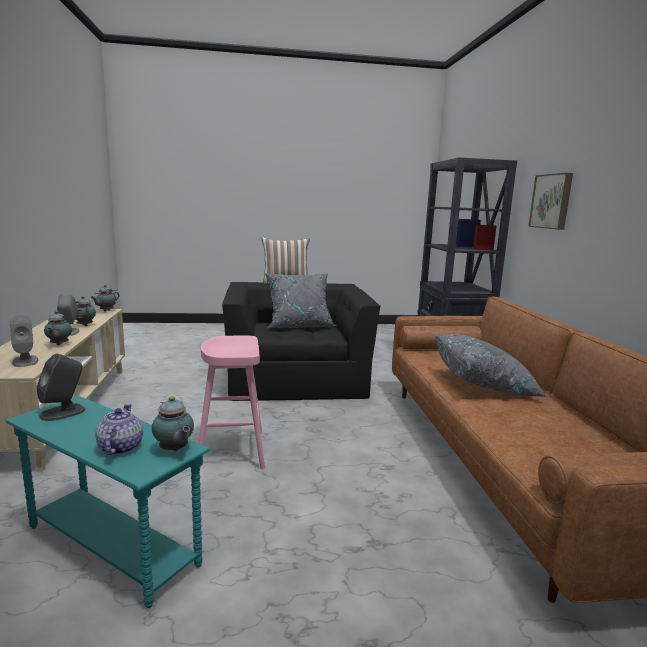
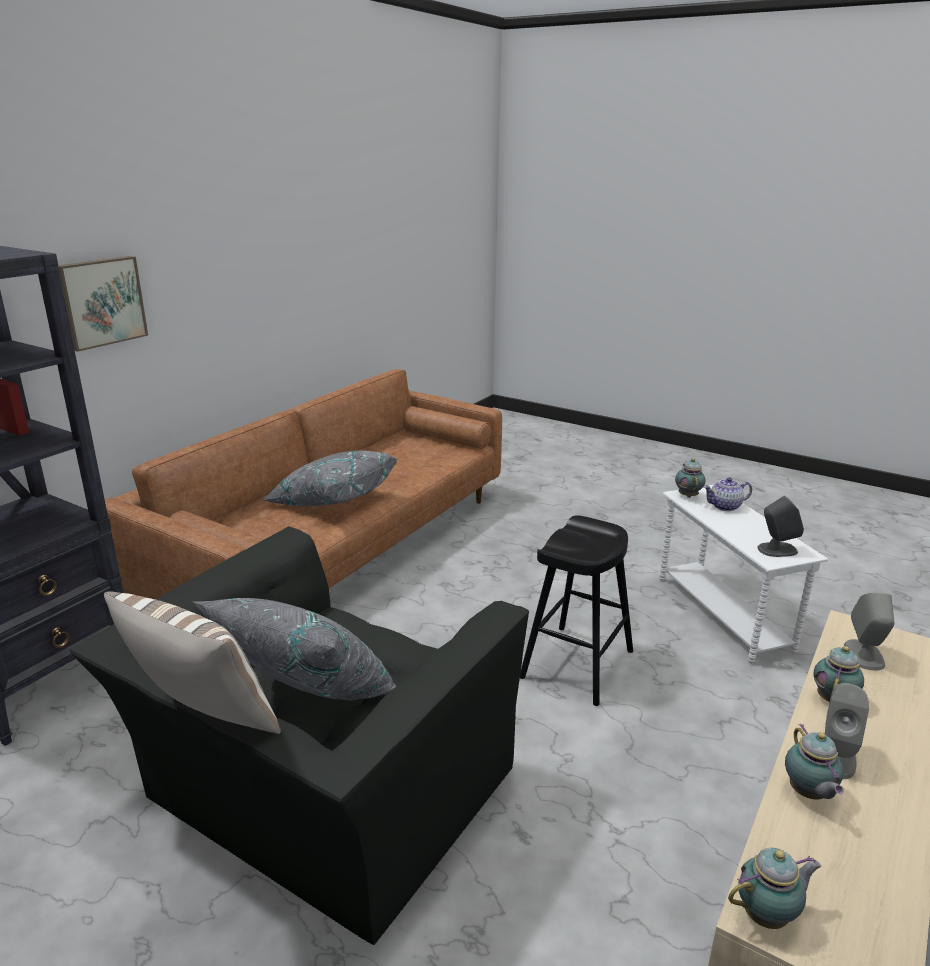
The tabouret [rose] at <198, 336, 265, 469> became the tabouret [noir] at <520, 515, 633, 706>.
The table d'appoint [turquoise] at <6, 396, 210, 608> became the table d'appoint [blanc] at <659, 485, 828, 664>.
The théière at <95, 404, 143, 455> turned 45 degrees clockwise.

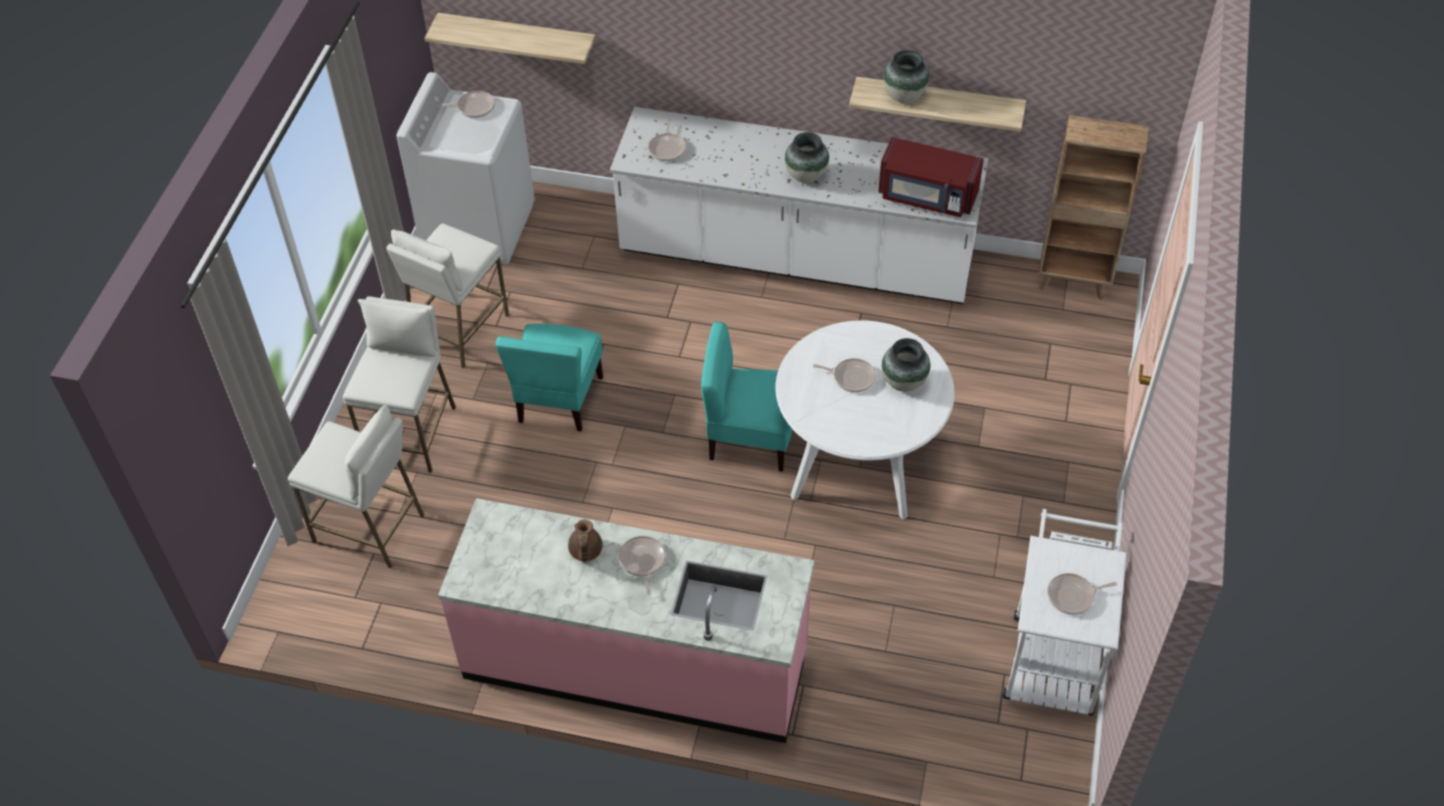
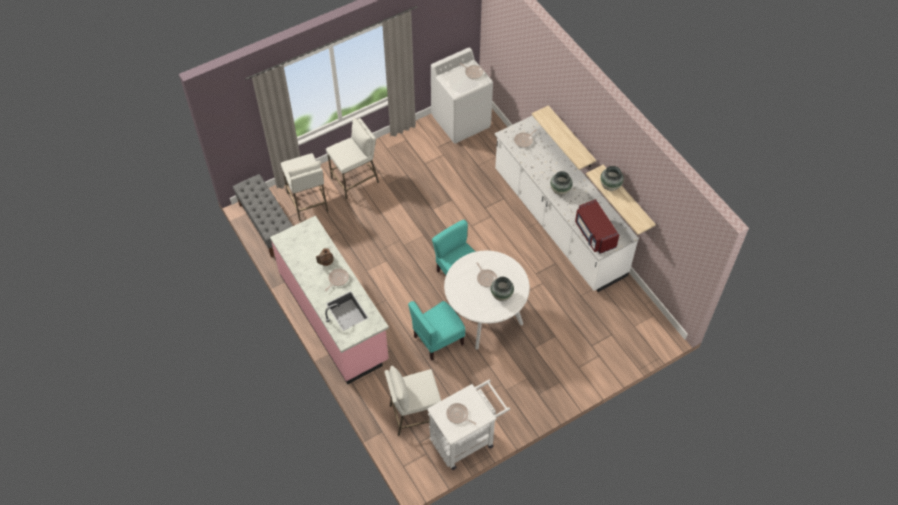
The banc [gris] at <233, 174, 293, 258> appeared.
The tabouret [blanc] moved from <386, 223, 509, 369> to <384, 366, 441, 436>.
The chaise [turquoise] moved from <496, 324, 603, 431> to <408, 301, 465, 361>.
The étagère moved from <425, 13, 596, 64> to <532, 105, 596, 170>.
The bibliothèque [marron] at <1039, 115, 1149, 300> disappeared.

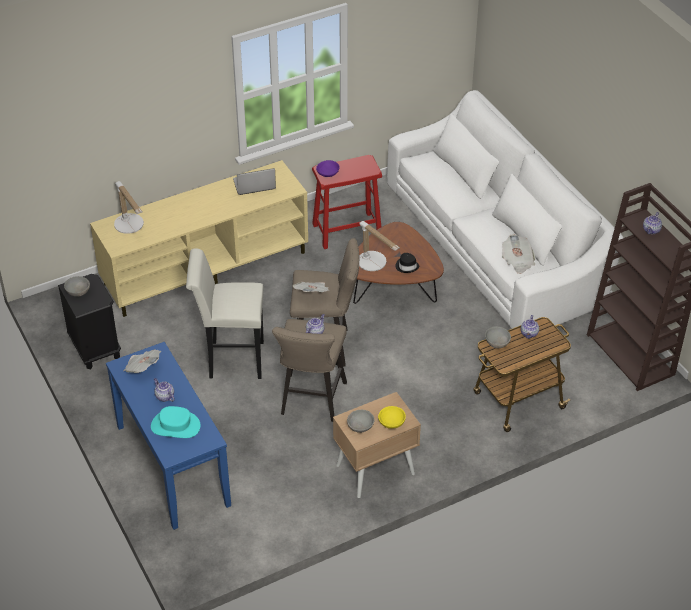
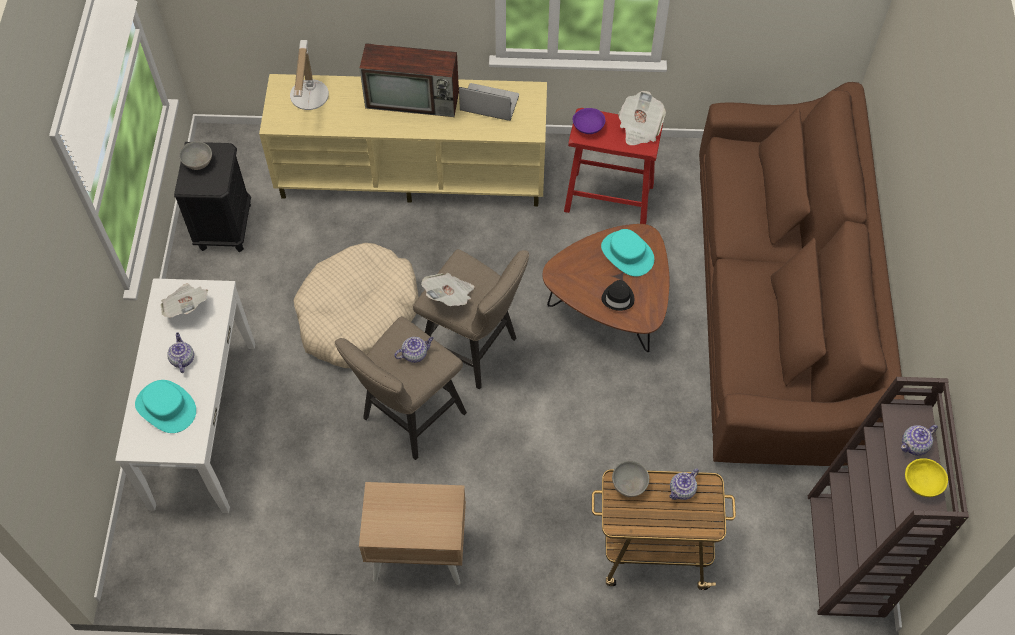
The table console [bleu] at <106, 342, 231, 530> became the table console [blanc] at <115, 278, 255, 513>.
The tabouret [blanc] at <186, 248, 264, 379> was replaced by the panier pour chien [beige] at <294, 243, 419, 368>.
The téléviseur at <359, 43, 459, 117> appeared.
The chapeau [turquoise] at <601, 229, 654, 277> appeared.
The journal moved from <502, 234, 535, 274> to <618, 91, 666, 145>.
The canapé [blanc] at <387, 90, 624, 329> became the canapé [marron] at <699, 82, 905, 466>.
The bol [jaune] moved from <378, 406, 406, 429> to <905, 458, 948, 497>.
The bol [gris] at <347, 410, 374, 433> disappeared.
The lampe de table at <359, 221, 400, 271> disappeared.

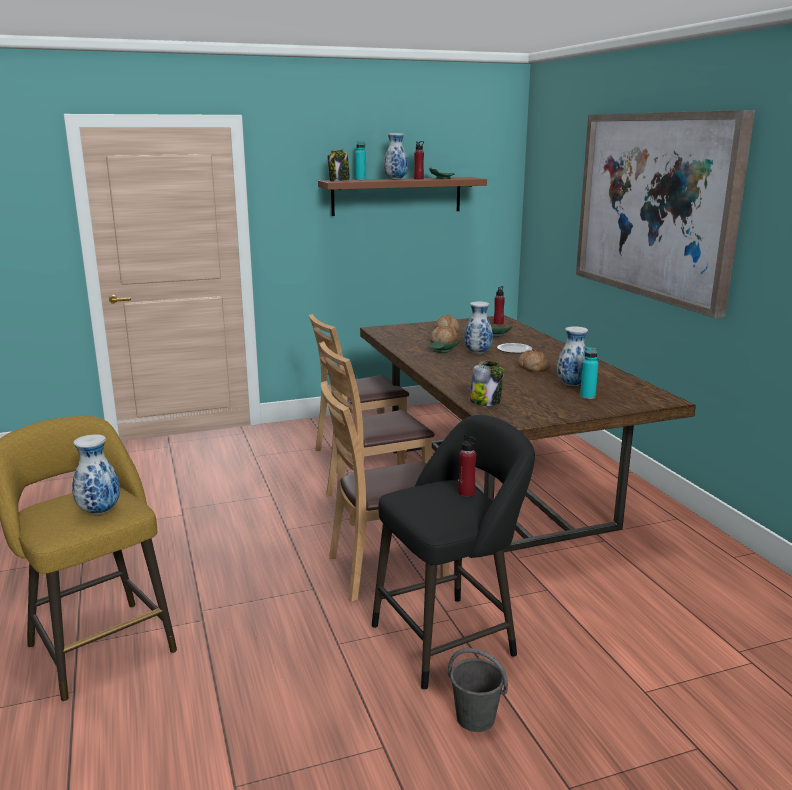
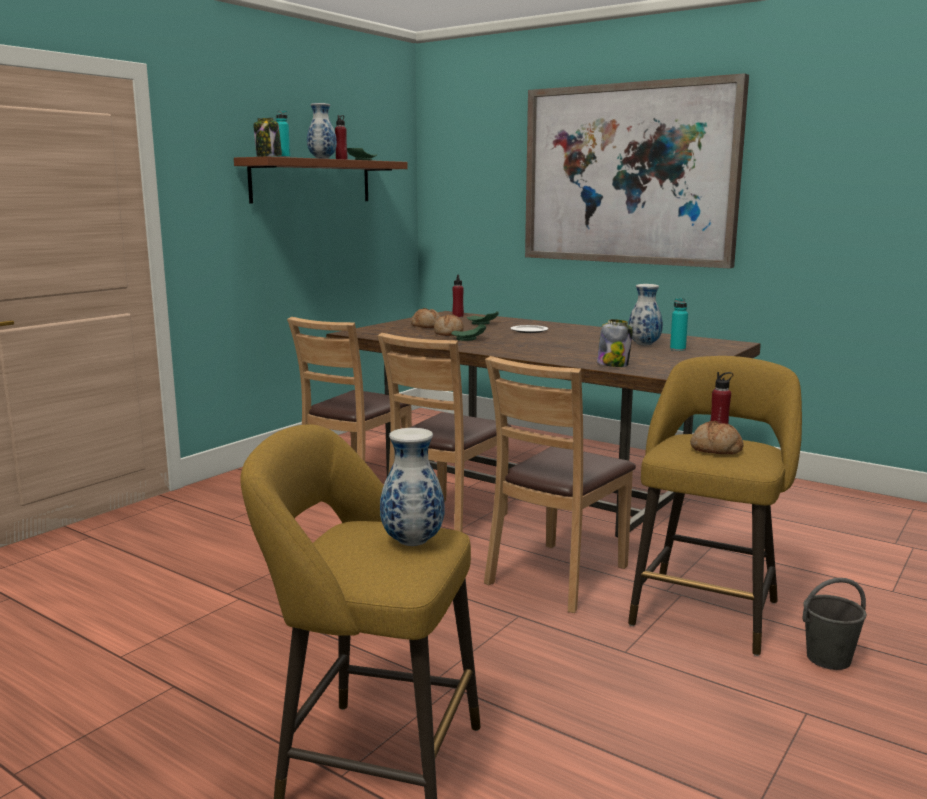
The tabouret [noir] at <372, 415, 535, 690> became the tabouret [jaune] at <628, 356, 802, 656>.
The pain moved from <518, 350, 549, 372> to <690, 421, 744, 454>.
The vase at <464, 301, 493, 354> disappeared.

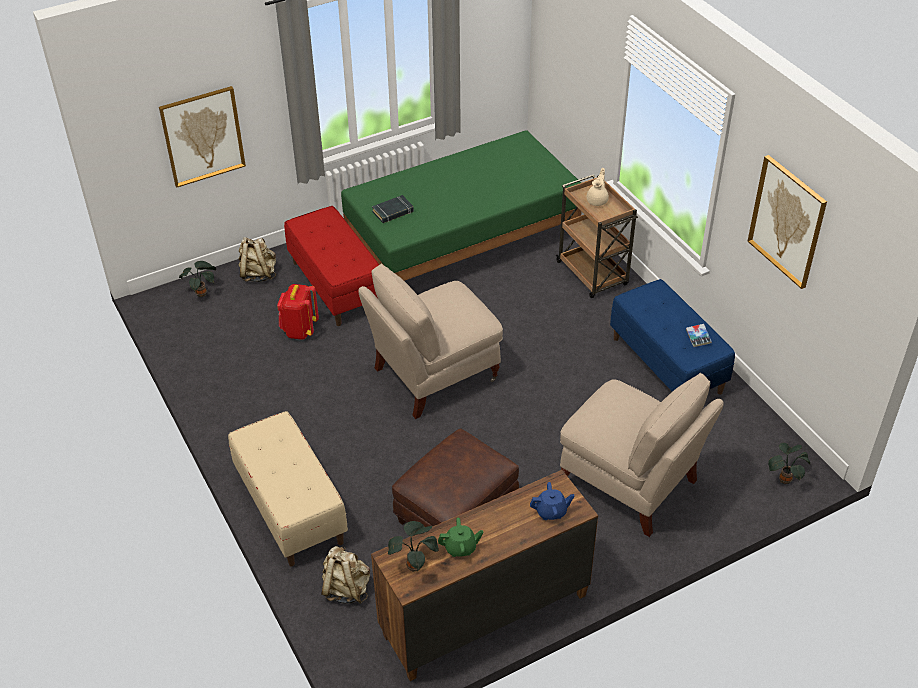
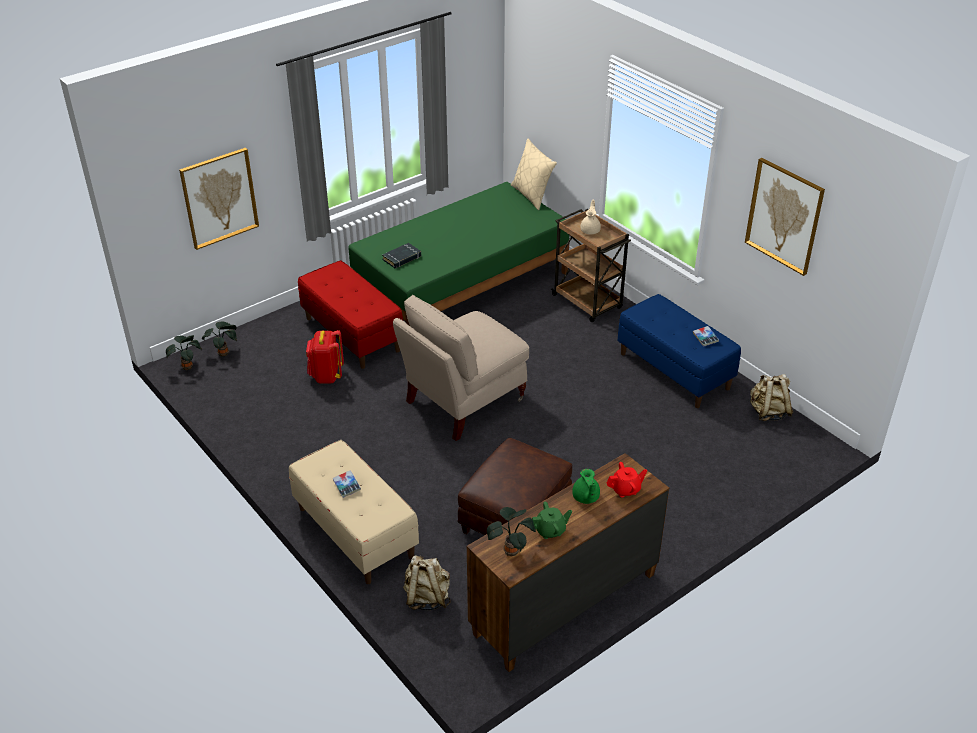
The plante en pot moved from <768, 443, 810, 484> to <166, 335, 202, 370>.
The livre at <333, 470, 361, 498> appeared.
The coussin [beige] at <511, 139, 557, 210> appeared.
The théière [vert] at <572, 469, 600, 504> appeared.
The théière [bleu] at <530, 482, 575, 520> became the théière [rouge] at <607, 462, 647, 497>.
The sac à dos [beige] moved from <238, 237, 276, 282> to <750, 374, 793, 421>.
The chaise [beige] at <560, 373, 724, 537> disappeared.

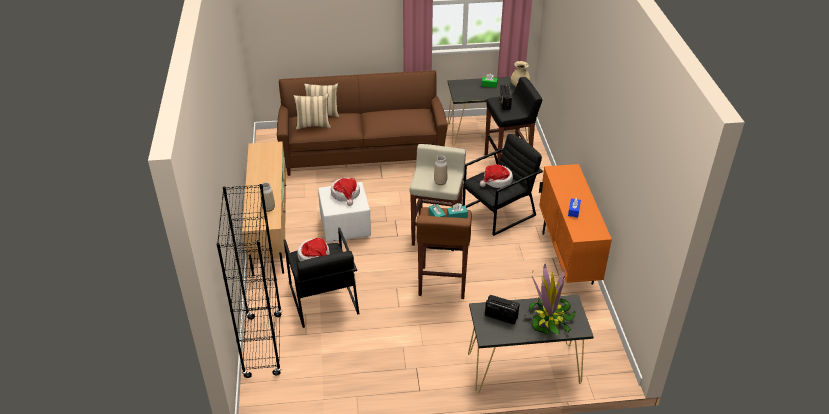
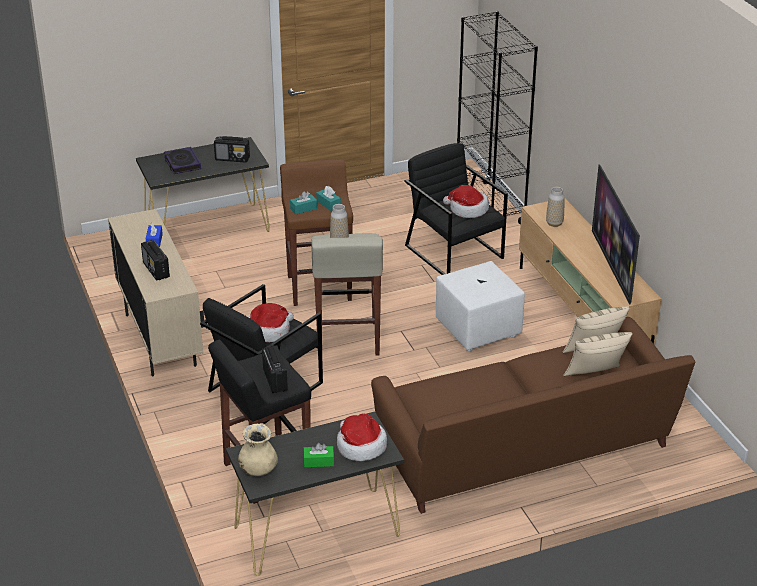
The meuble de rangement [orange] at <539, 164, 612, 285> became the meuble de rangement [beige] at <108, 209, 204, 376>.
The radio at <141, 240, 170, 281> appeared.
The plante en pot at <525, 264, 575, 335> was replaced by the livre at <164, 147, 201, 174>.
The chapeau moved from <331, 178, 360, 206> to <337, 413, 387, 461>.
The téléviseur at <592, 164, 640, 305> appeared.

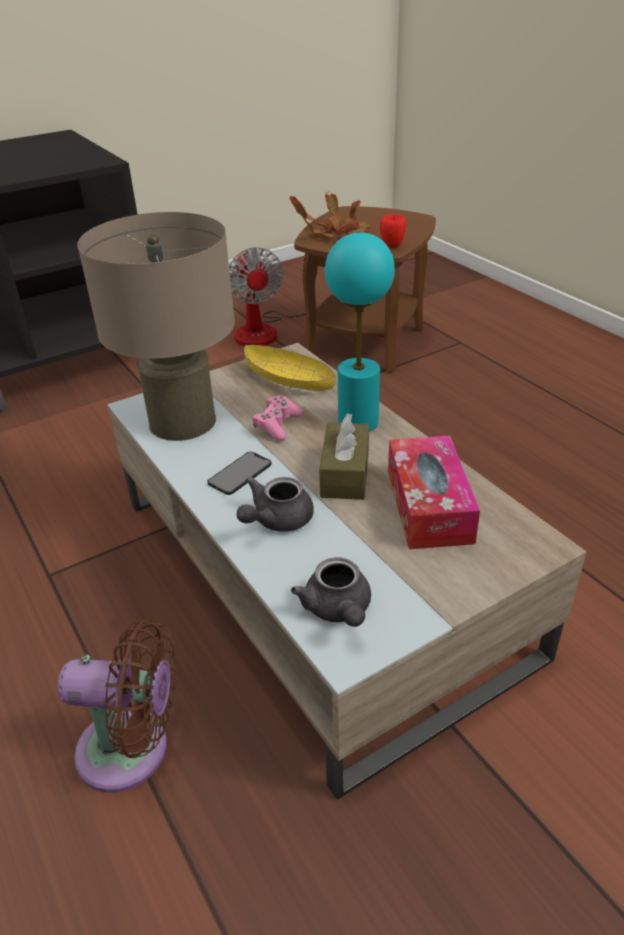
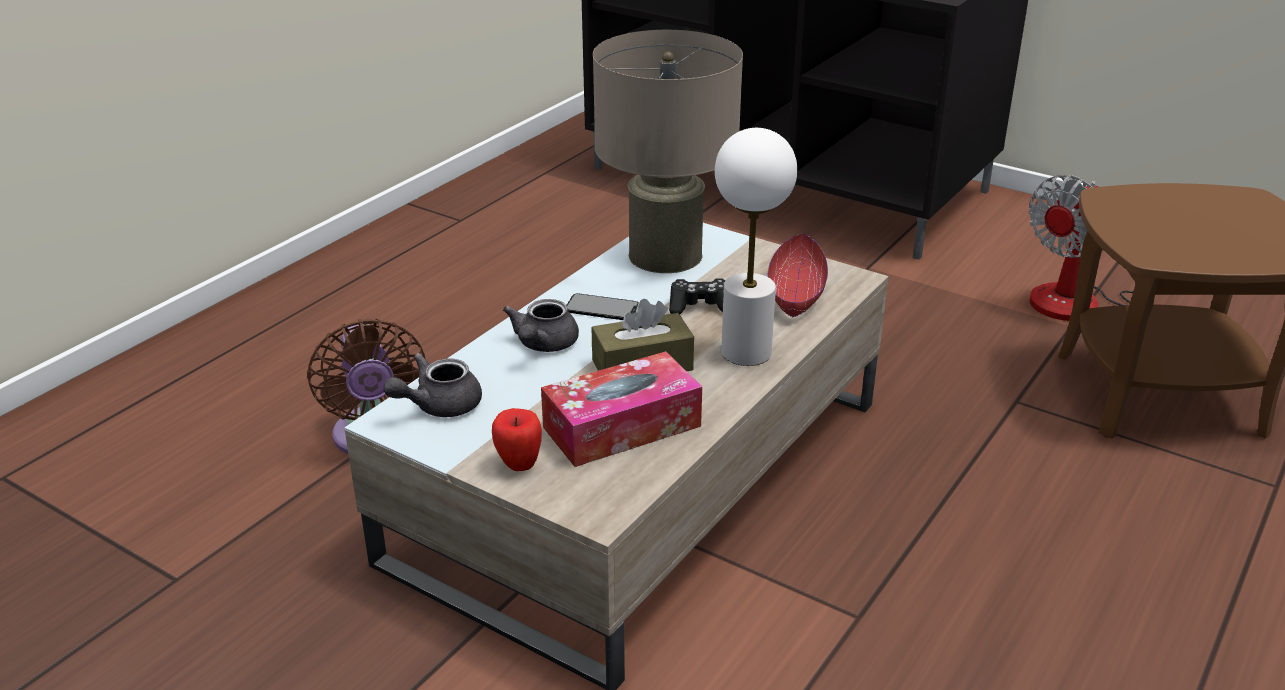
The pomme moved from <380, 214, 406, 248> to <492, 408, 542, 471>.
The théière [gris] at <236, 476, 314, 532> turned 90 degrees counterclockwise.
The manette [rose] at <253, 396, 303, 441> became the manette [noir] at <669, 278, 726, 314>.
The lampe de table [turquoise] at <325, 232, 395, 432> became the lampe de table [blanc] at <715, 128, 797, 366>.
The bol [jaune] at <244, 345, 336, 391> became the bol [rouge] at <767, 233, 828, 317>.
The plante en pot at <289, 192, 371, 238> disappeared.

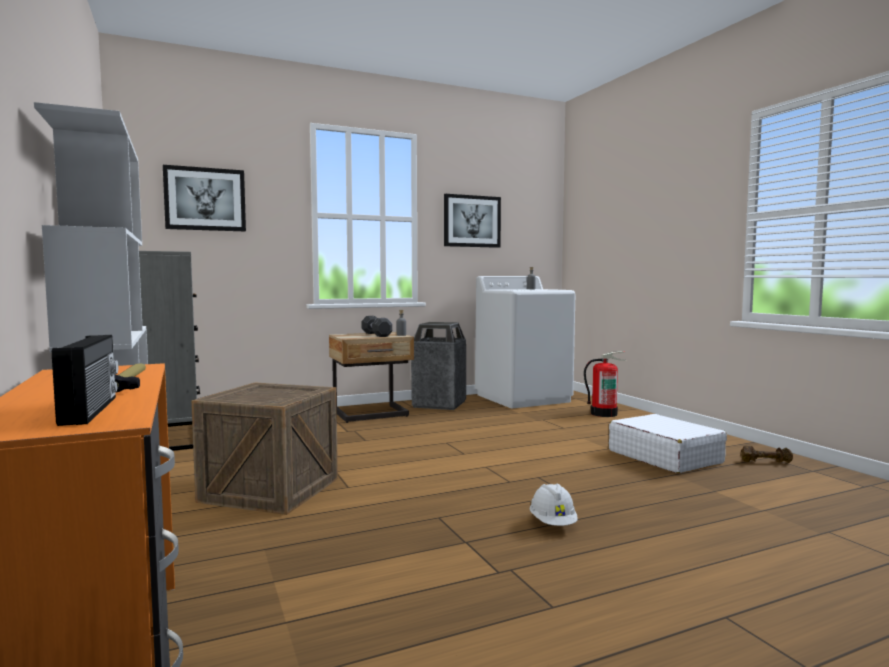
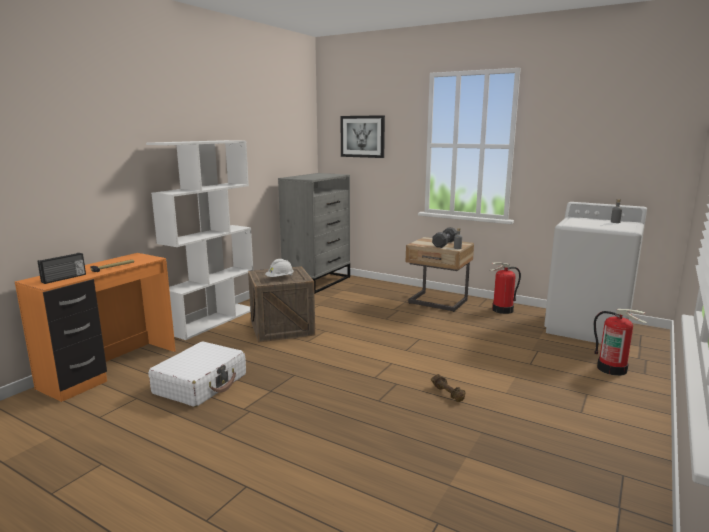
The valise [blanc] moved from <609, 414, 727, 473> to <148, 341, 246, 407>.
The casque de chantier [blanc] moved from <530, 484, 578, 526> to <265, 259, 294, 277>.
The haltère [marron] moved from <741, 445, 793, 463> to <431, 374, 466, 402>.
The poubelle at <411, 322, 466, 410> was replaced by the extincteur at <490, 262, 521, 314>.
The tableau at <444, 194, 501, 248> disappeared.

